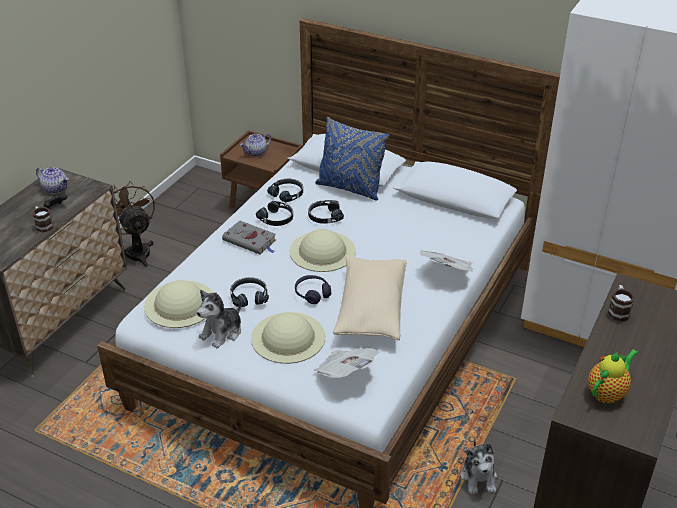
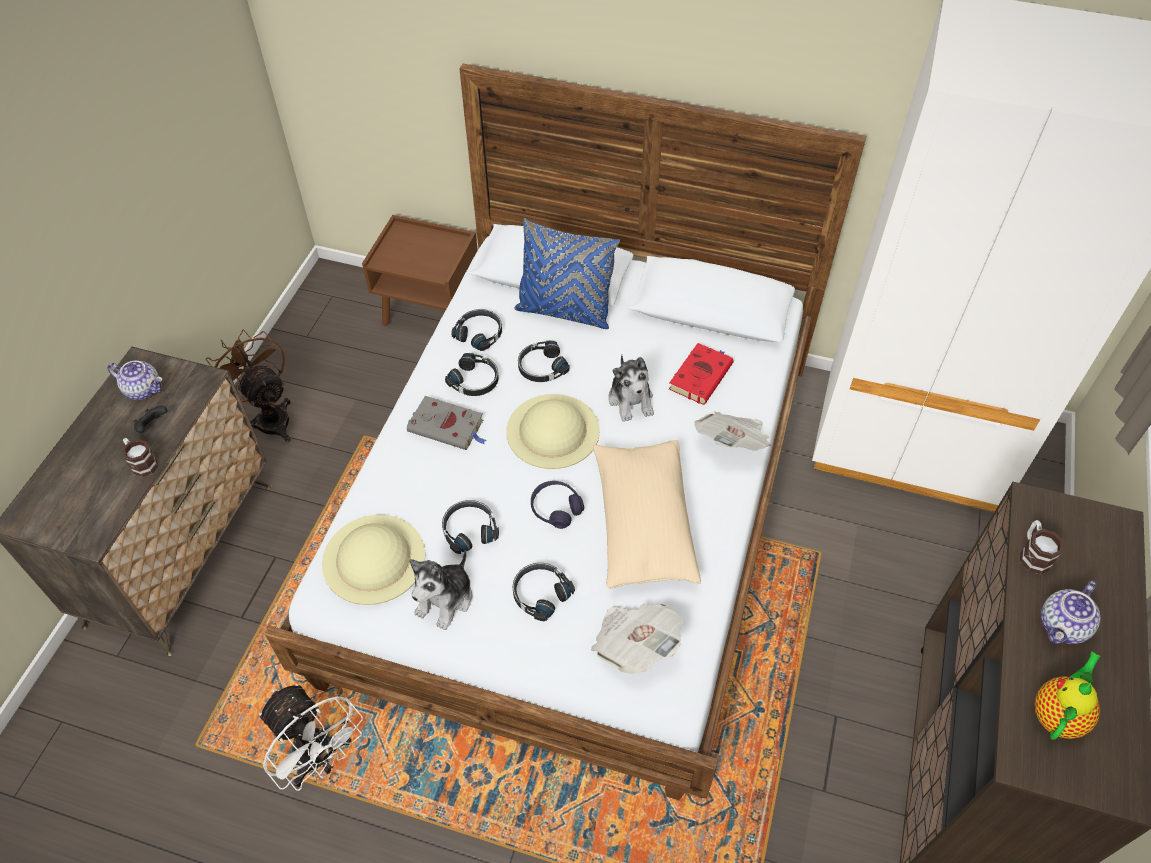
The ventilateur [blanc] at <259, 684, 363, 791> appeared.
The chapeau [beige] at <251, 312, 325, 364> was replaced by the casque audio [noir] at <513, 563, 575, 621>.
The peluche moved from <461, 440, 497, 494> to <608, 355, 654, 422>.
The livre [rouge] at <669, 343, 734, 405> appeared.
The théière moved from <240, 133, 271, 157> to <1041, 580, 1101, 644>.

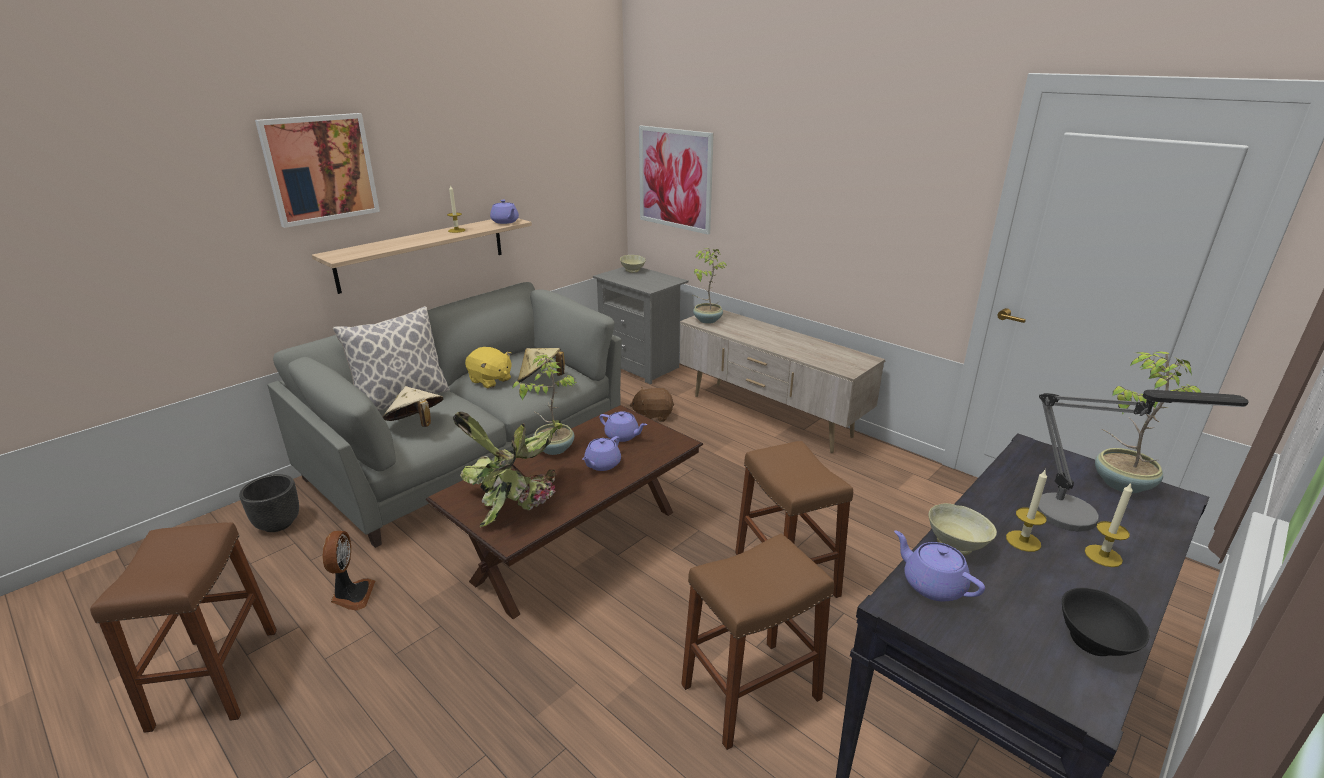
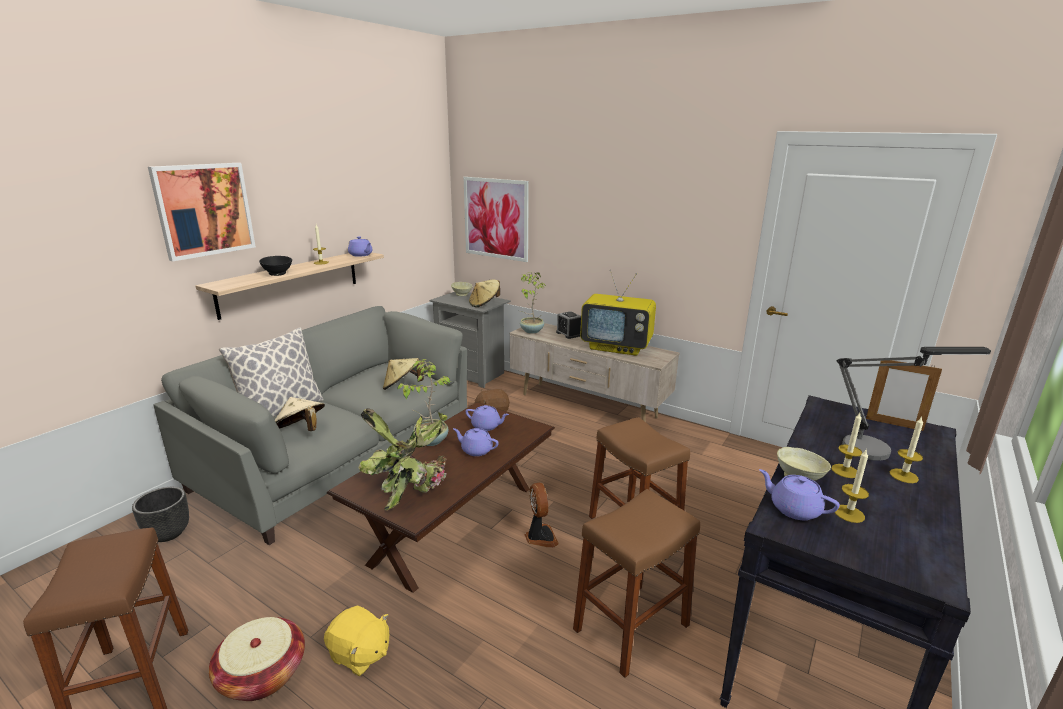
The panier at <209, 617, 305, 701> appeared.
The bol [noir] moved from <1062, 588, 1149, 656> to <259, 256, 292, 276>.
The peluche [jaune] moved from <465, 347, 512, 388> to <324, 605, 389, 676>.
The théière [violet] at <582, 436, 621, 471> turned 90 degrees clockwise.
The chapeau [beige] at <469, 279, 500, 307> appeared.
The ventilateur moved from <323, 531, 375, 610> to <525, 483, 559, 547>.
The réveil at <556, 311, 581, 339> appeared.
The téléviseur at <580, 270, 656, 356> appeared.
The bougie at <835, 450, 869, 523> appeared.
The plante en pot at <1095, 352, 1201, 493> was replaced by the cadre photo at <866, 360, 942, 431>.

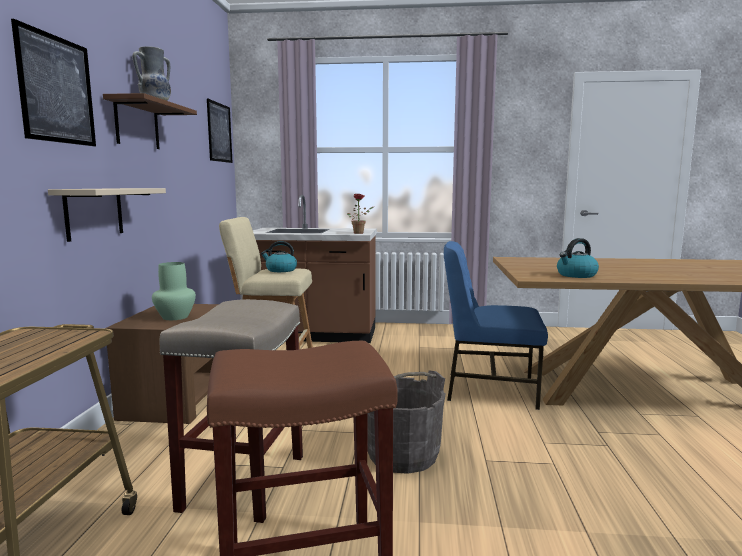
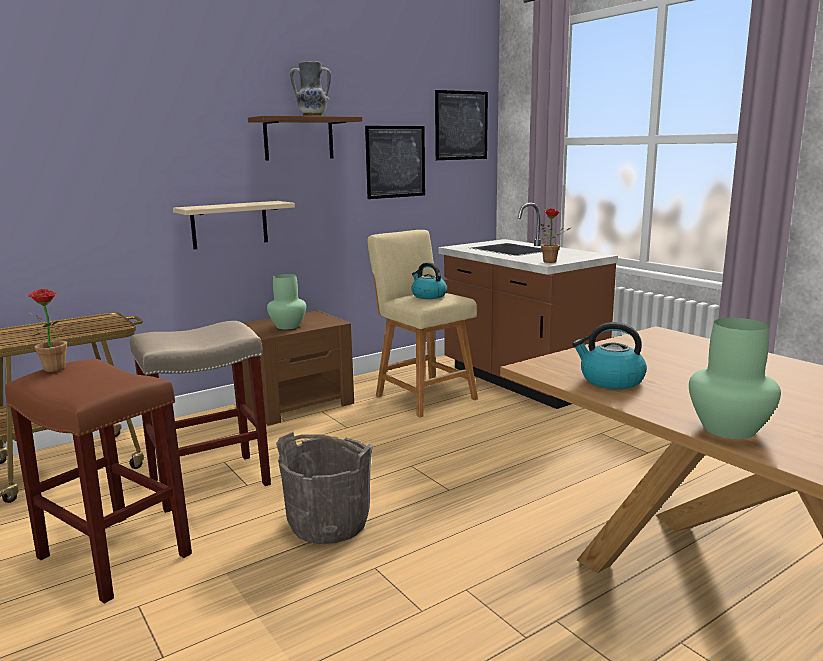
The plante en pot at <28, 289, 74, 372> appeared.
The tableau moved from <11, 19, 96, 146> to <365, 126, 425, 199>.
The vase [vert] at <689, 318, 781, 439> appeared.
The chaise [bleu] at <444, 241, 548, 410> disappeared.

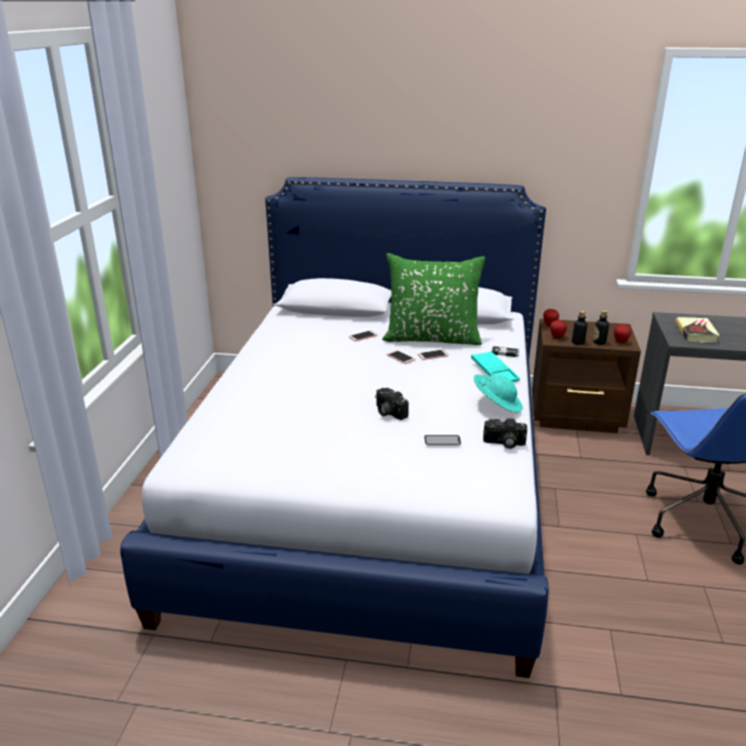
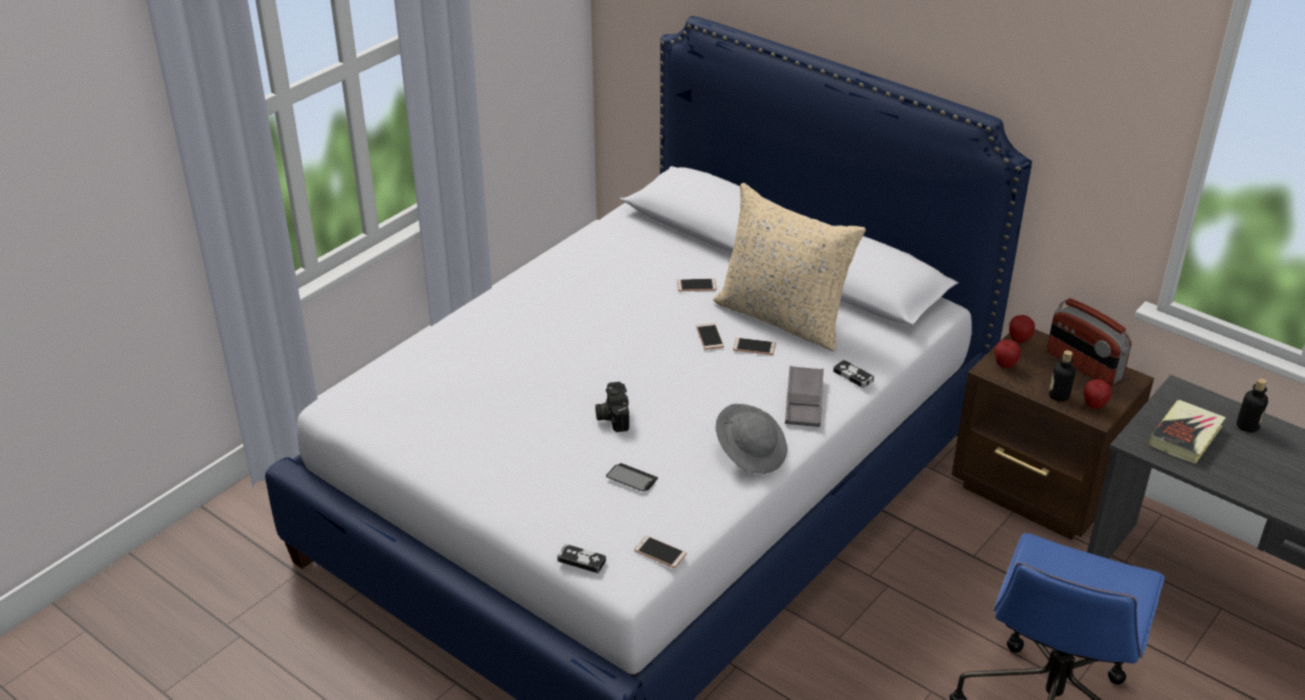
The manette at <557, 544, 606, 573> appeared.
The téléphone at <634, 536, 687, 568> appeared.
The coussin [vert] at <382, 253, 486, 345> became the coussin [beige] at <713, 183, 866, 351>.
The chapeau [turquoise] at <474, 374, 523, 413> became the chapeau [gris] at <716, 404, 787, 474>.
The plateau [turquoise] at <471, 351, 520, 382> became the plateau [gris] at <785, 366, 824, 427>.
The radio at <1047, 298, 1131, 386> appeared.
The bouteille moved from <572, 311, 588, 345> to <1237, 378, 1268, 433>.
The appareil photo at <483, 418, 527, 449> disappeared.

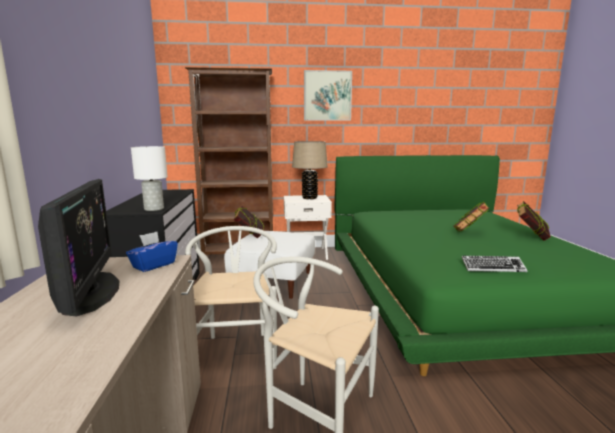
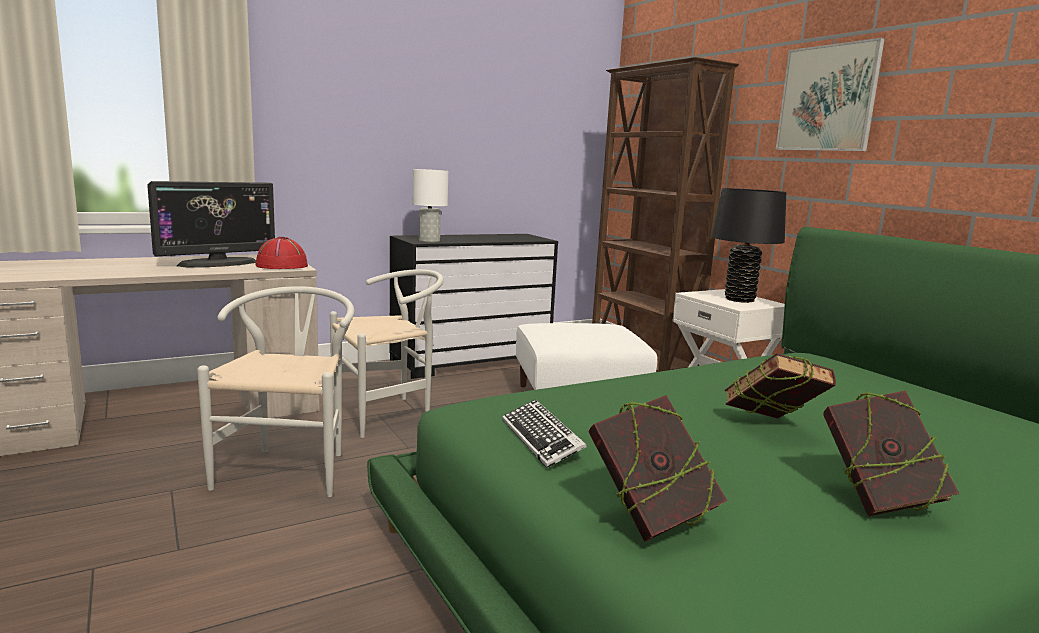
The boîte à mouchoirs [bleu] at <126, 232, 178, 272> was replaced by the chapeau [rouge] at <255, 237, 308, 269>.
The livre moved from <233, 205, 264, 238> to <589, 395, 727, 542>.
The lampe de table [beige] at <292, 141, 328, 199> became the lampe de table [noir] at <711, 188, 786, 303>.

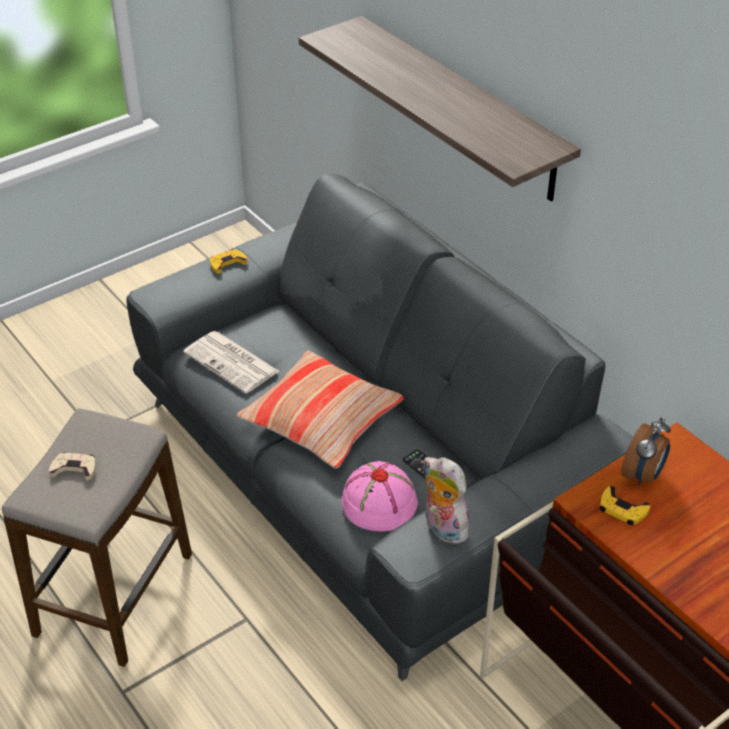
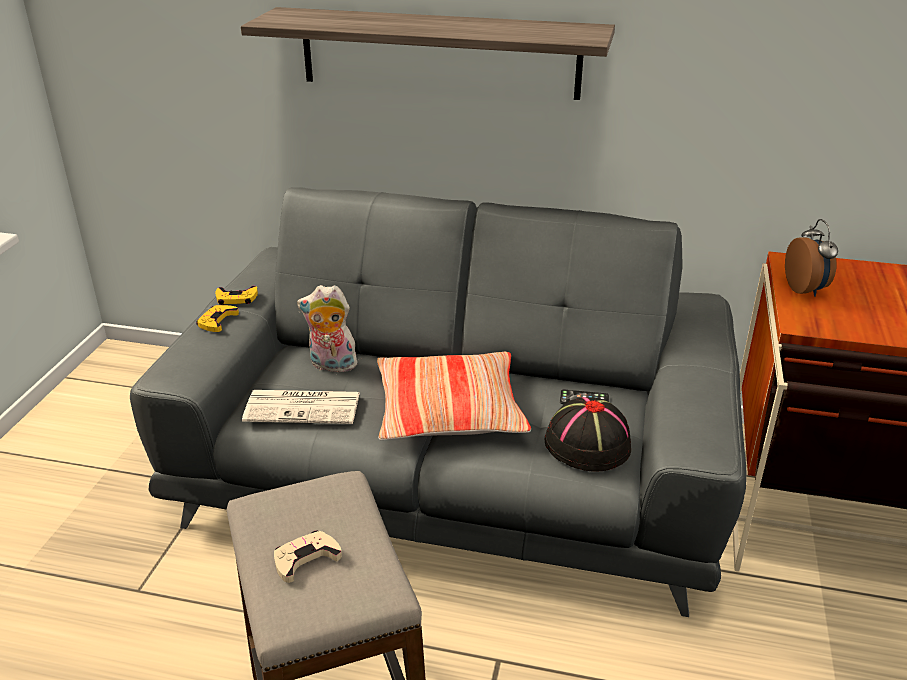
The manette [jaune] moved from <600, 486, 650, 525> to <215, 286, 258, 305>.
The peluche moved from <423, 457, 469, 544> to <297, 285, 360, 372>.
The chapeau [rose] at <342, 461, 418, 531> became the chapeau [noir] at <545, 397, 631, 472>.

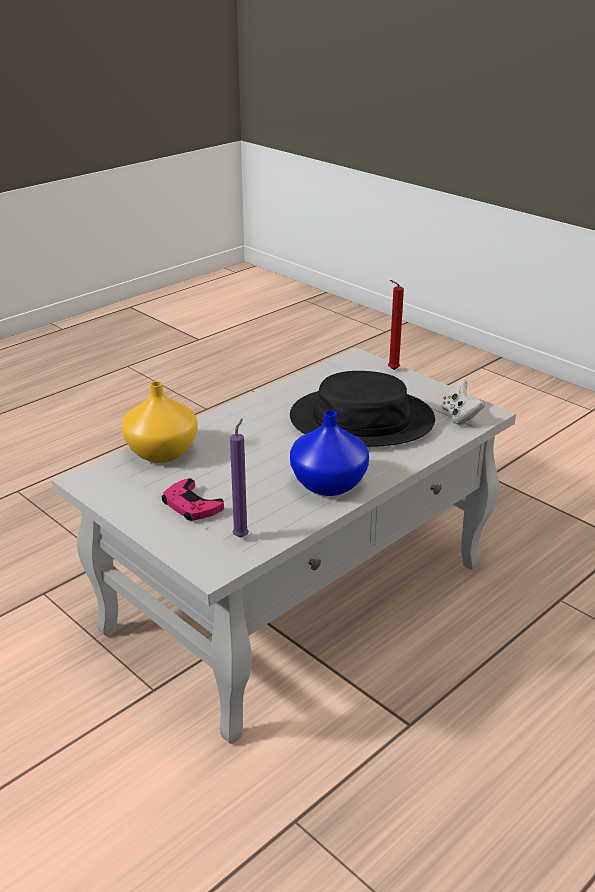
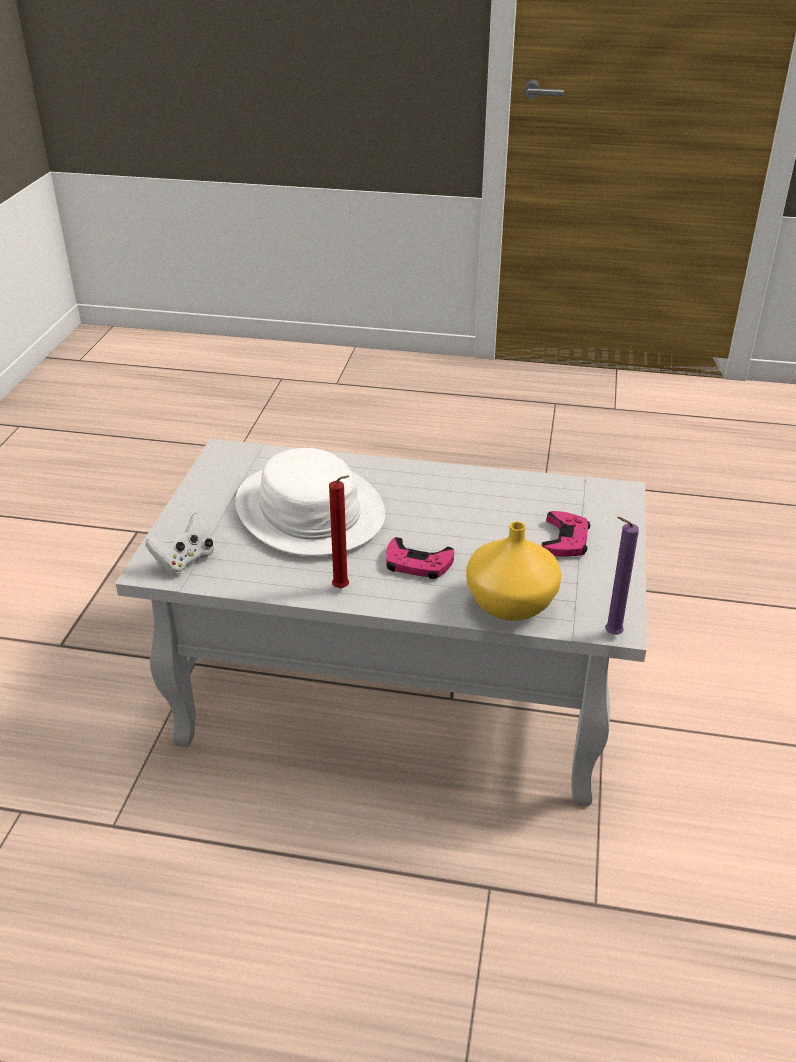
The manette [blanc] moved from <441, 379, 485, 425> to <145, 513, 214, 574>.
The chapeau [noir] at <290, 371, 435, 447> became the chapeau [blanc] at <235, 448, 385, 556>.
The bougie [rouge] moved from <388, 280, 404, 370> to <329, 476, 349, 588>.
The manette [rose] at <386, 537, 454, 579> appeared.
The bougie [violet] moved from <230, 418, 249, 538> to <605, 517, 639, 635>.
The vase [bleu] at <290, 410, 369, 496> disappeared.

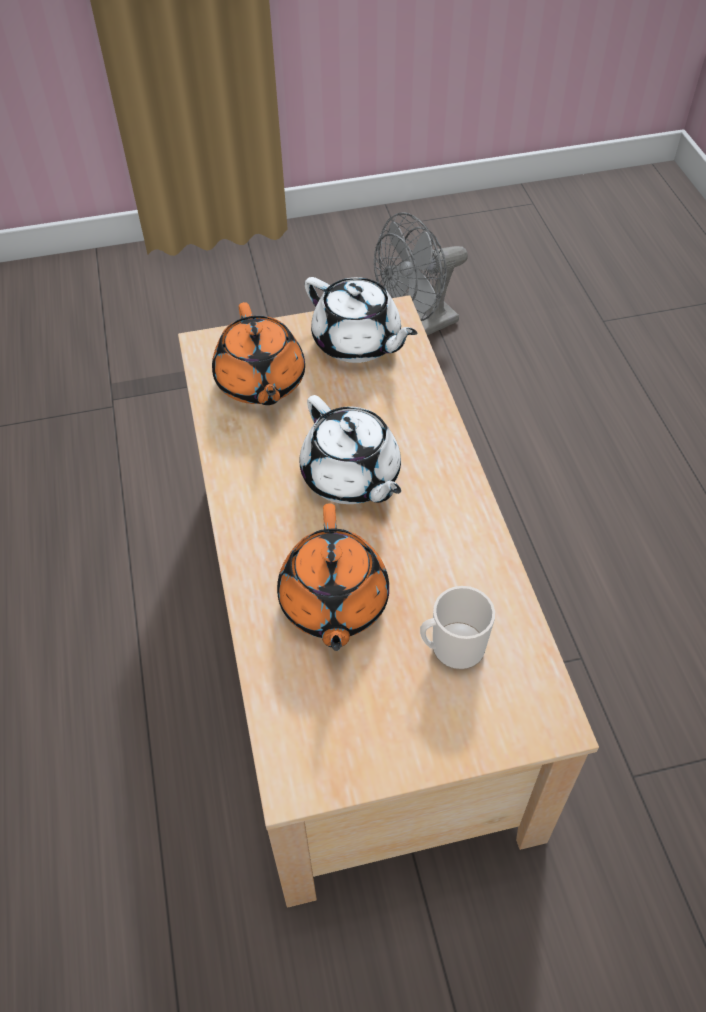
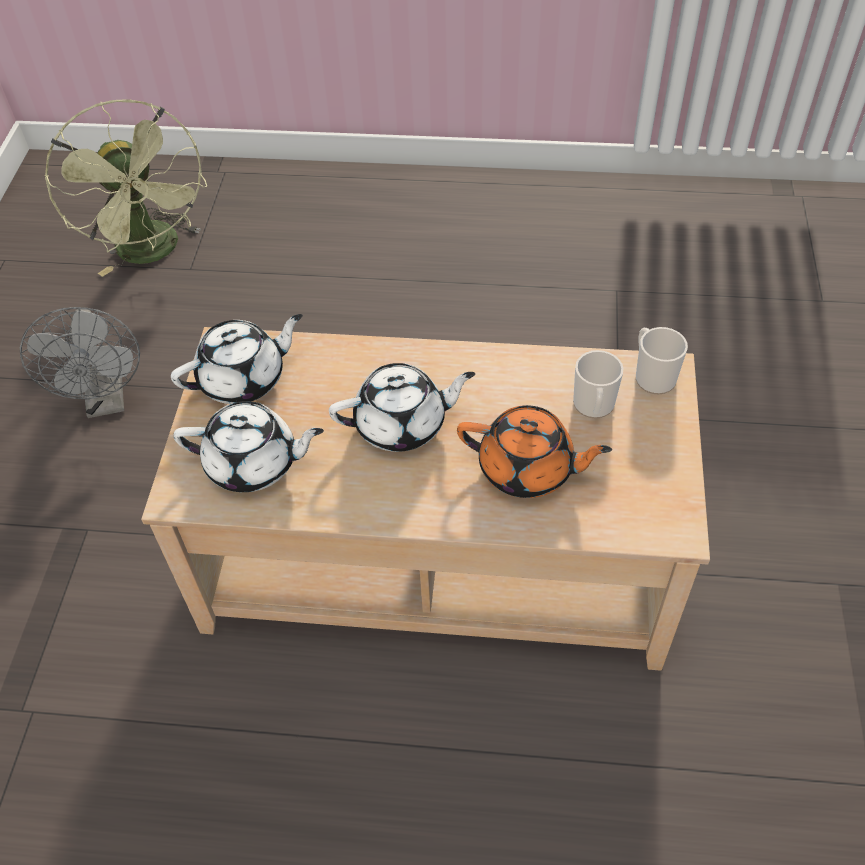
The ventilateur [vert] at <45, 99, 207, 277> appeared.
The théière [orange] at <212, 302, 305, 405> became the théière [blanc] at <173, 401, 324, 492>.
The mug at <636, 327, 688, 394> appeared.

